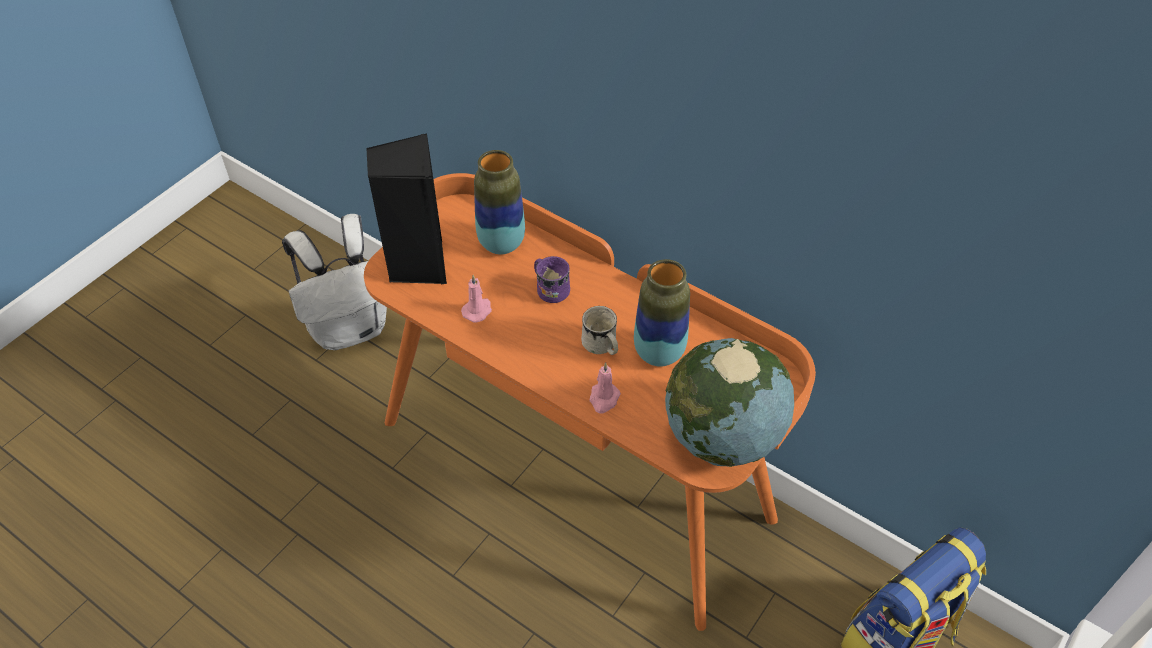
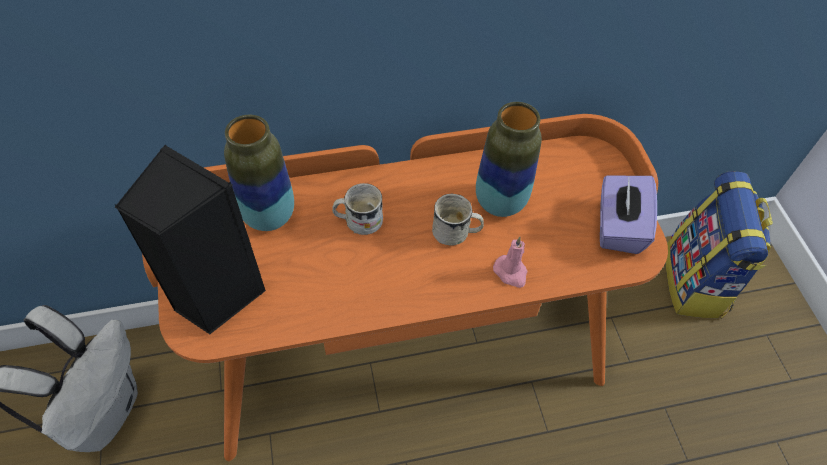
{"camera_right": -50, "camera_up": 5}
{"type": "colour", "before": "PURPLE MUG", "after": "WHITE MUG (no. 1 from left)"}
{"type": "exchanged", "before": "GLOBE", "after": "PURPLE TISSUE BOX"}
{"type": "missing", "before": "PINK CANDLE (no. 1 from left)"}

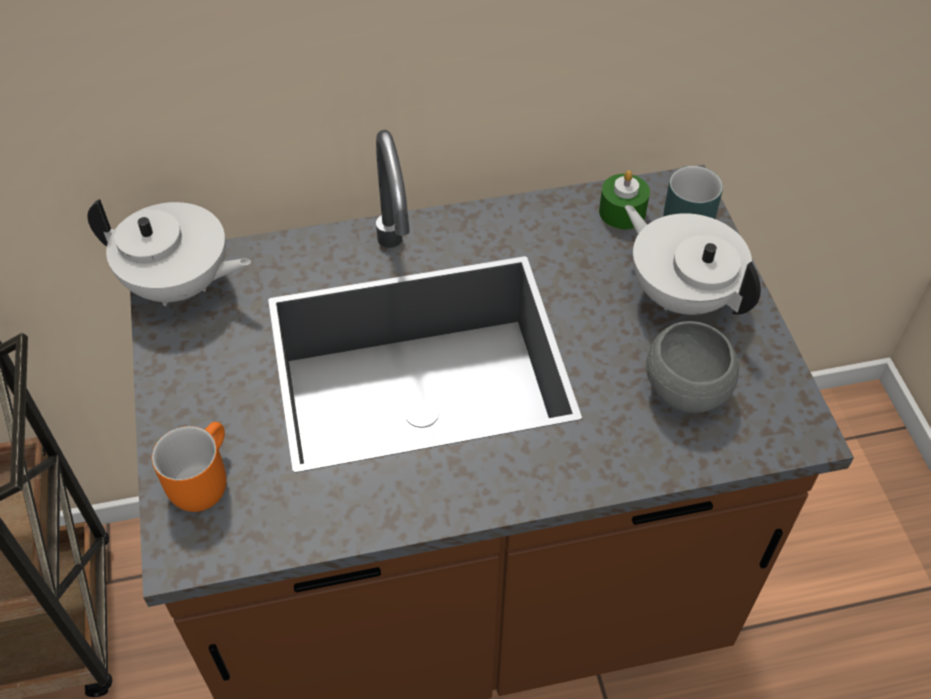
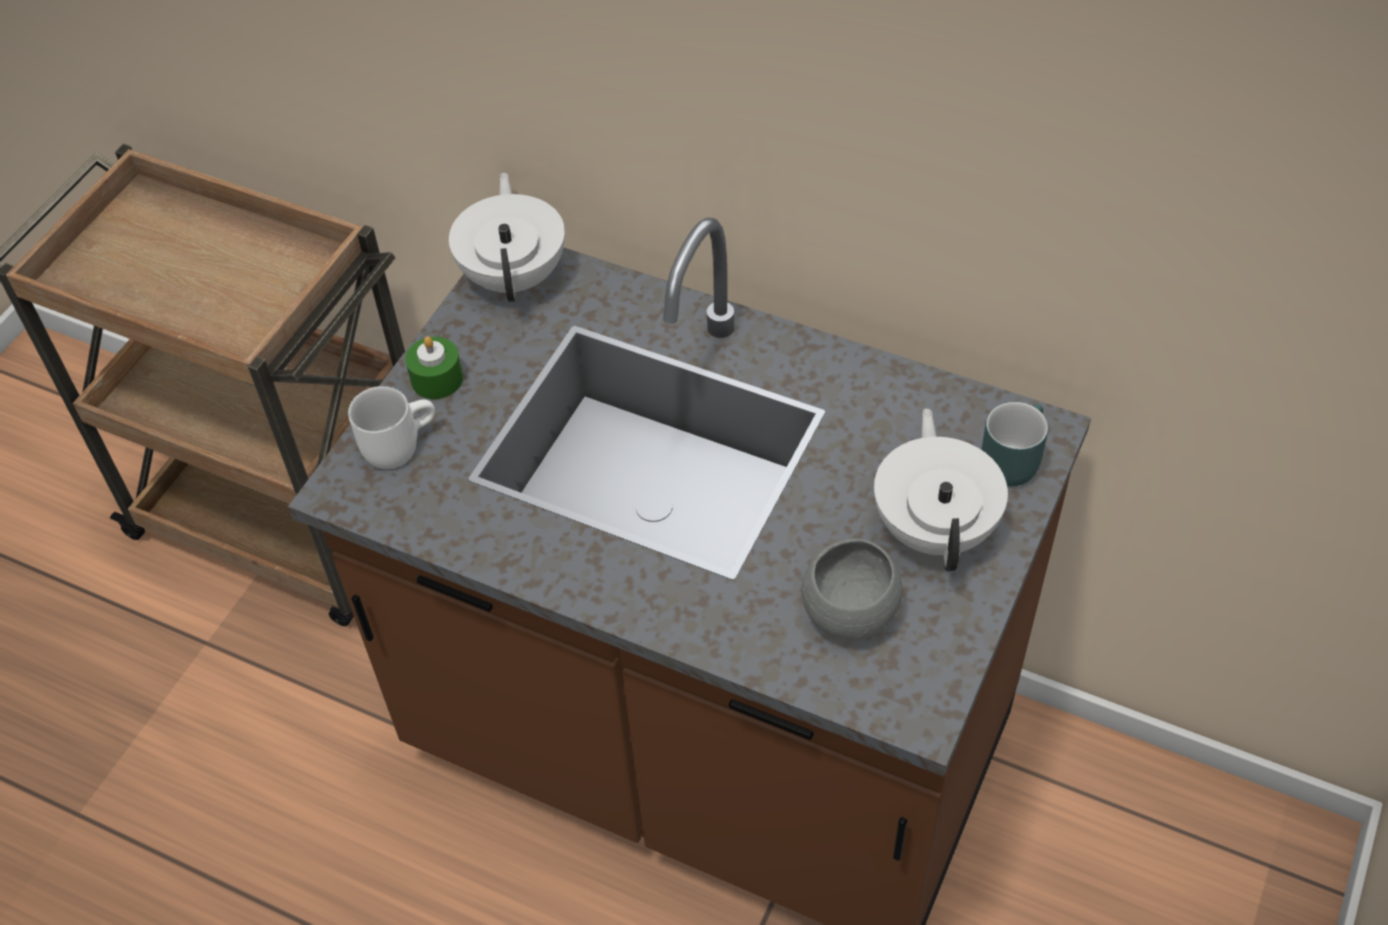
{"camera_right": 40, "camera_up": 0}
{"type": "colour", "before": "ORANGE MUG", "after": "WHITE MUG"}
{"type": "relocated", "before": "GREEN CANDLE"}
{"type": "spun", "before": "WHITE TEAPOT (no. 1 from left)", "turn": -150}

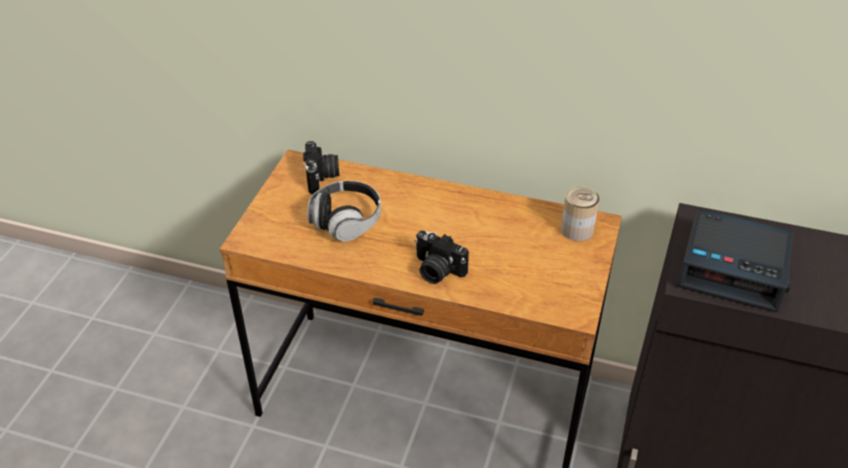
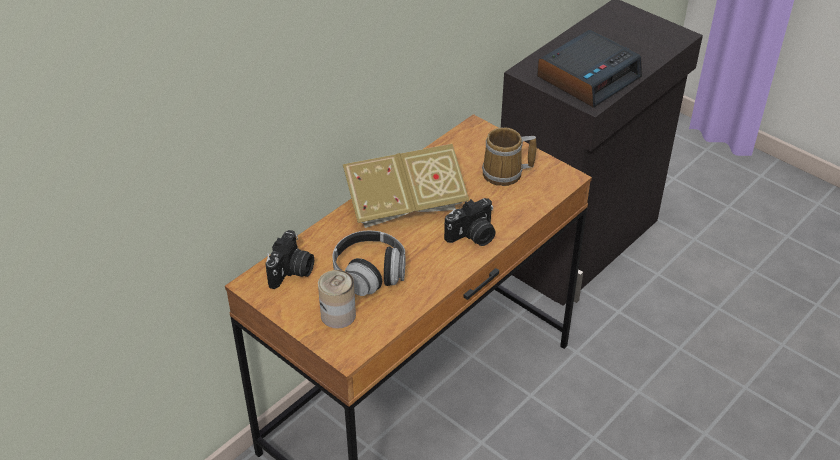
{"camera_right": -65, "camera_up": 0}
{"type": "spun", "before": "PHOTO CAMERA (no. 1 from left)", "turn": 90}
{"type": "relocated", "before": "CAN"}
{"type": "appeared", "after": "BOOK"}
{"type": "appeared", "after": "MUG"}

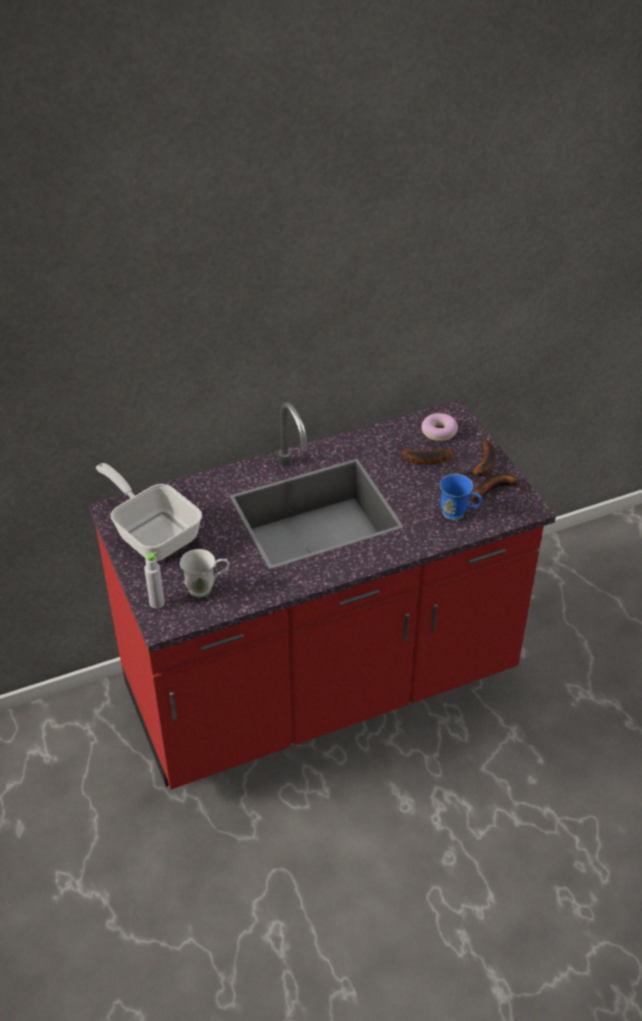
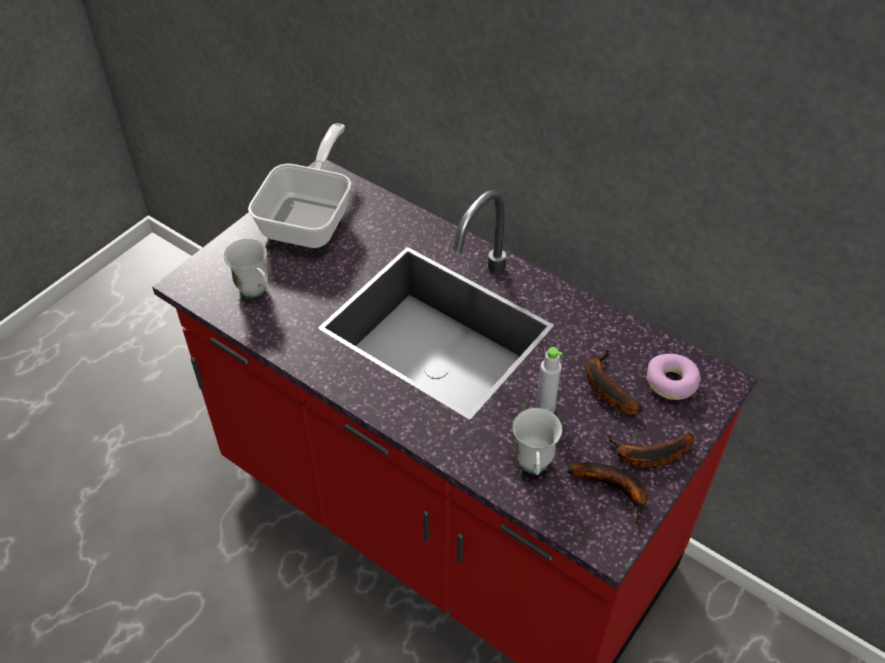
{"camera_right": 60, "camera_up": 5}
{"type": "colour", "before": "BLUE MUG", "after": "WHITE MUG (no. 2 from left)"}
{"type": "relocated", "before": "GREY BOTTLE"}

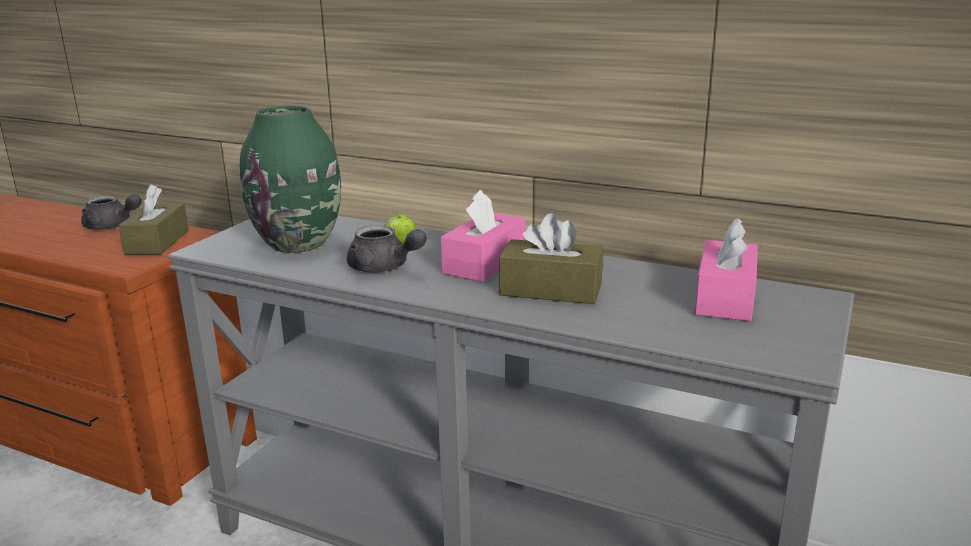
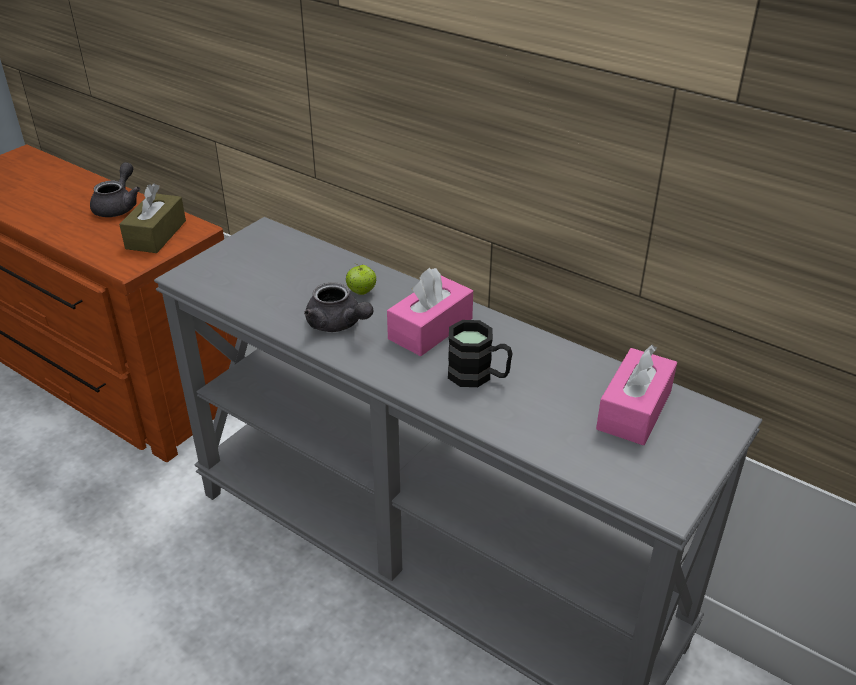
{"camera_right": 10, "camera_up": 15}
{"type": "spun", "before": "GREY TEAPOT (no. 1 from left)", "turn": -105}
{"type": "exchanged", "before": "BROWN TISSUE BOX (no. 2 from left)", "after": "BLACK MUG"}
{"type": "missing", "before": "GREEN VASE"}

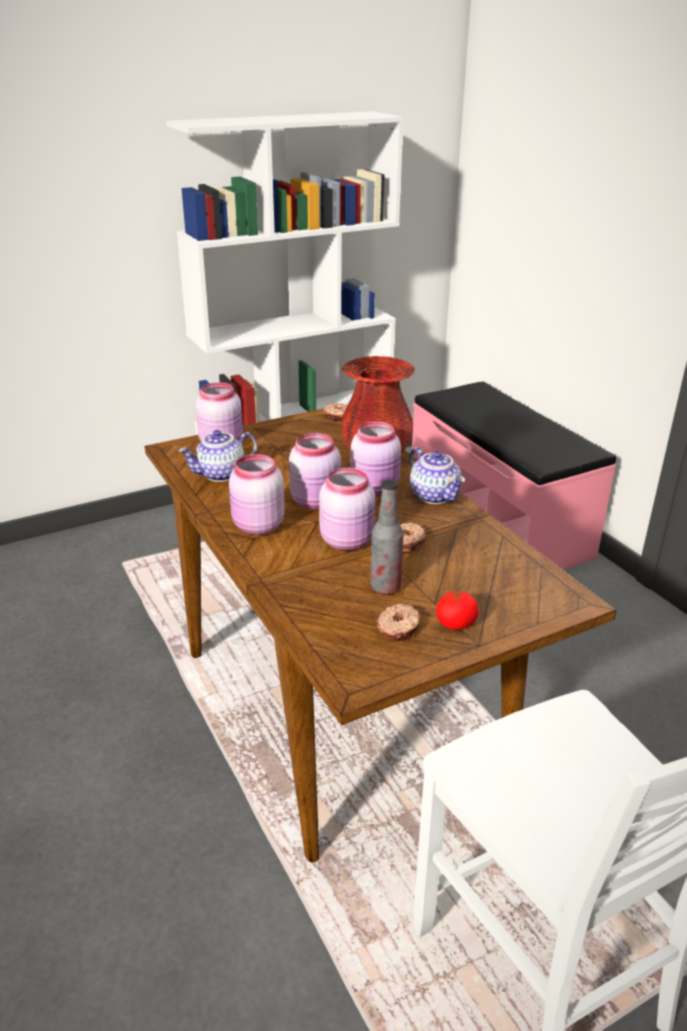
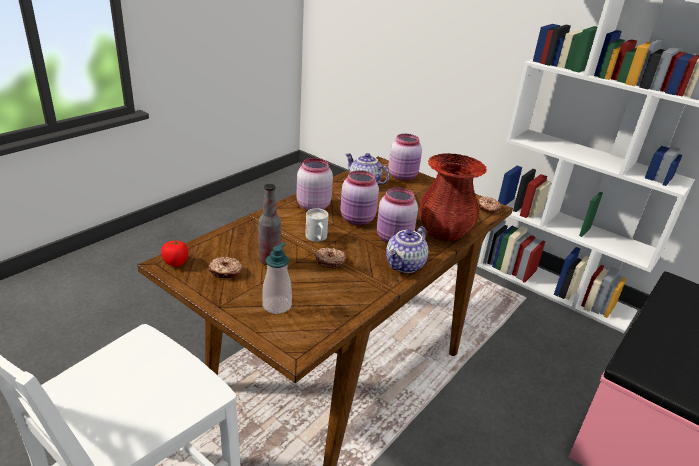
{"camera_right": 65, "camera_up": 0}
{"type": "relocated", "before": "TOMATO"}
{"type": "appeared", "after": "SOAP DISPENSER"}
{"type": "exchanged", "before": "PINK JAR (no. 4 from left)", "after": "WHITE MUG"}

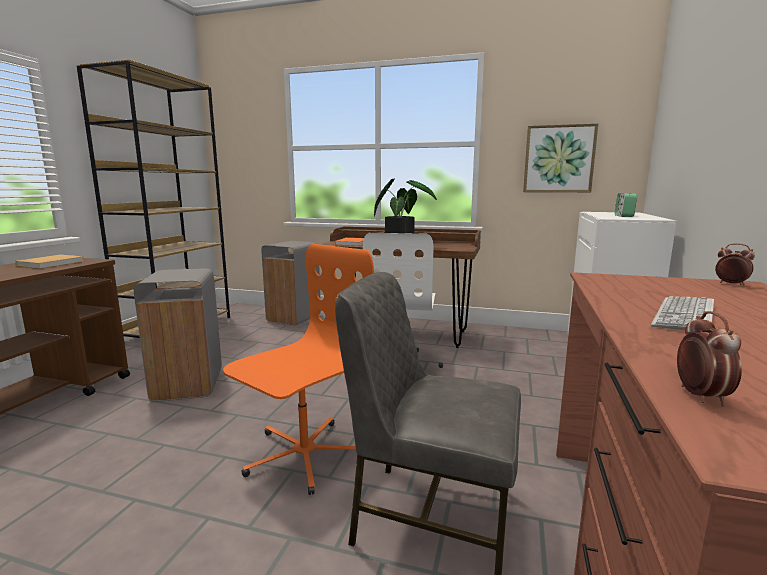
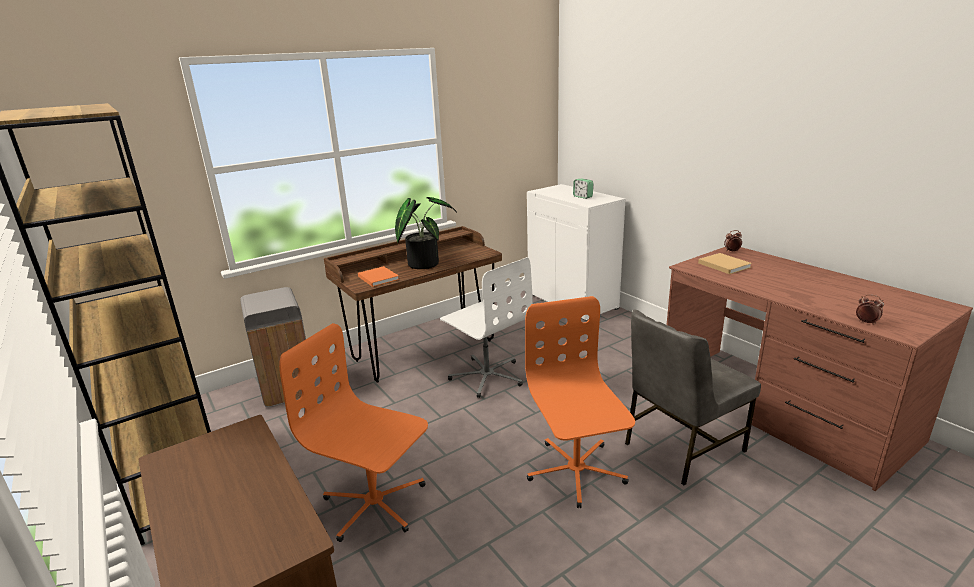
{"camera_right": -50, "camera_up": 10}
{"type": "exchanged", "before": "GREY TRASH CAN (no. 1 from left)", "after": "ORANGE OFFICE CHAIR (no. 1 from left)"}
{"type": "relocated", "before": "BEIGE BOOK"}
{"type": "missing", "before": "PICTURE"}
{"type": "missing", "before": "KEYBOARD"}

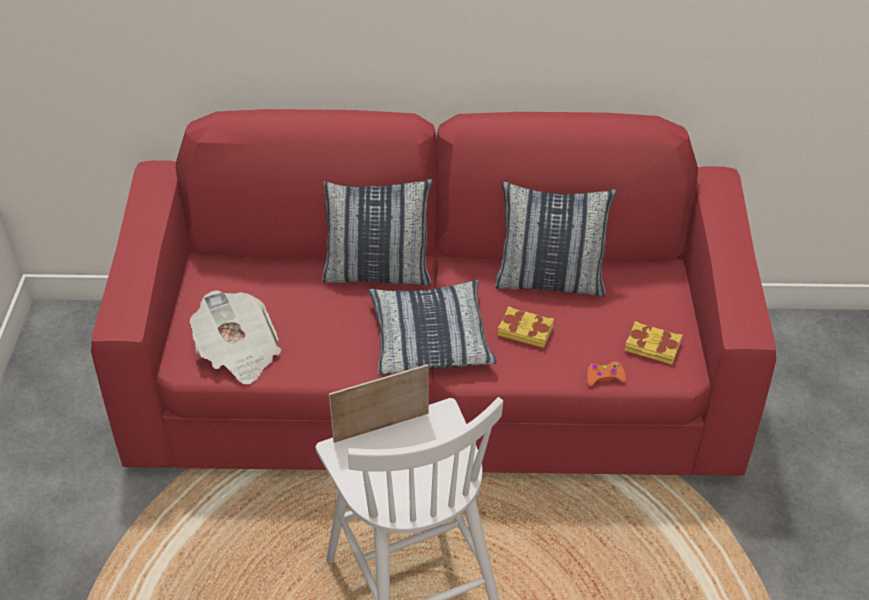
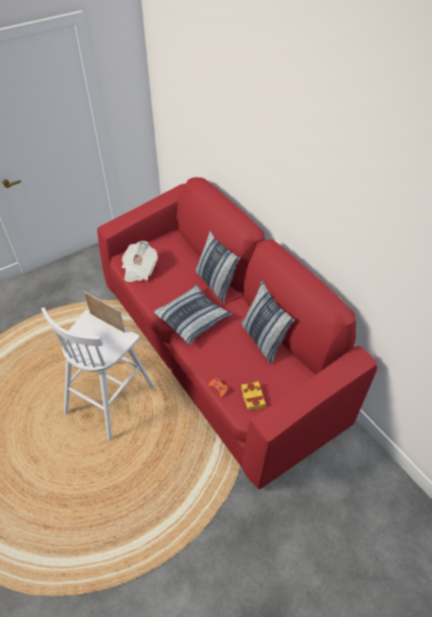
{"camera_right": 55, "camera_up": 5}
{"type": "missing", "before": "YELLOW BOOK (no. 1 from left)"}

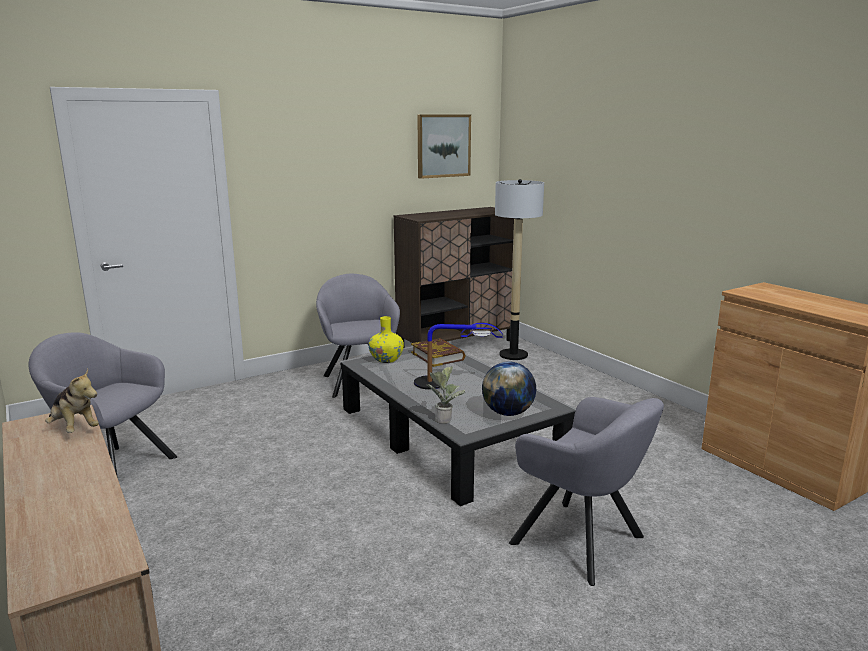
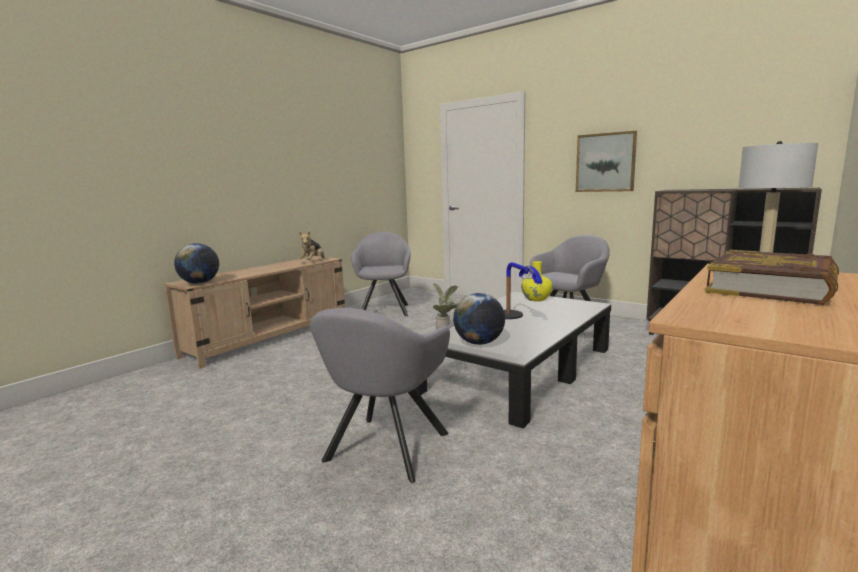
{"camera_right": 70, "camera_up": -5}
{"type": "appeared", "after": "GLOBE (no. 1 from left)"}
{"type": "relocated", "before": "PICTURE"}
{"type": "relocated", "before": "BOOK"}

